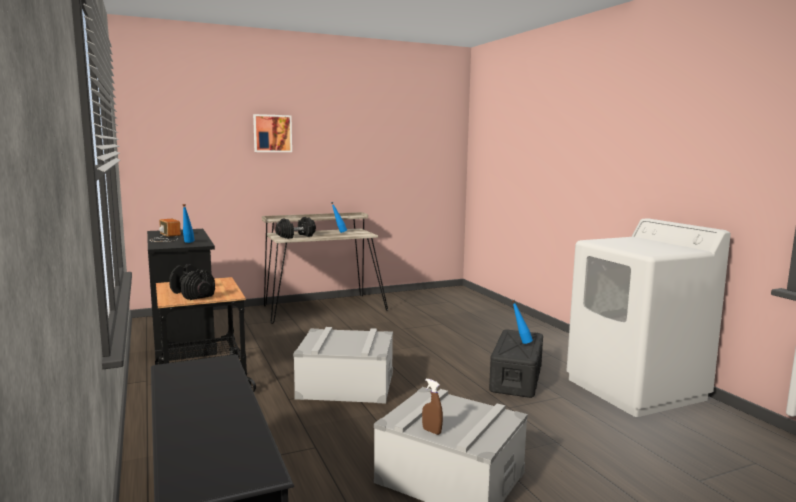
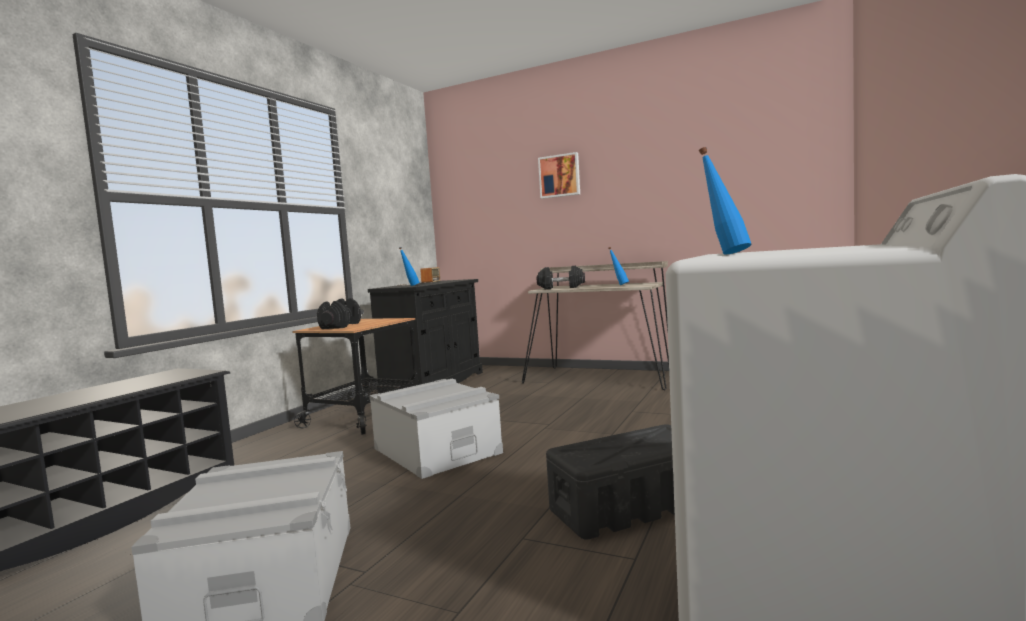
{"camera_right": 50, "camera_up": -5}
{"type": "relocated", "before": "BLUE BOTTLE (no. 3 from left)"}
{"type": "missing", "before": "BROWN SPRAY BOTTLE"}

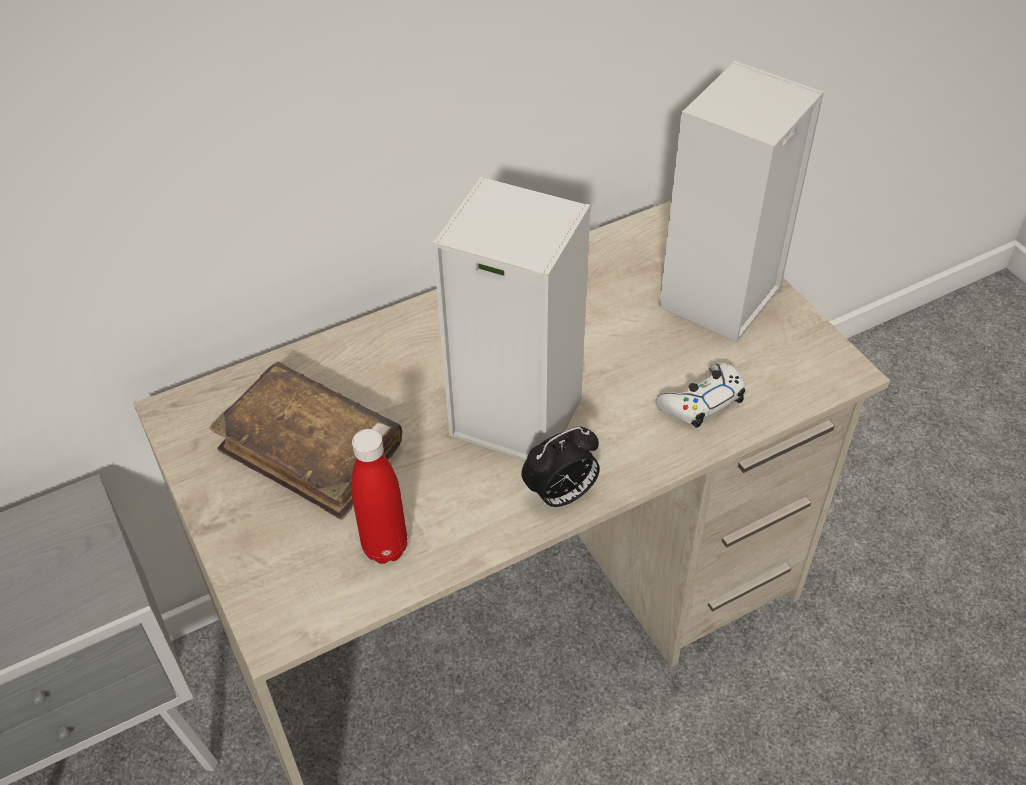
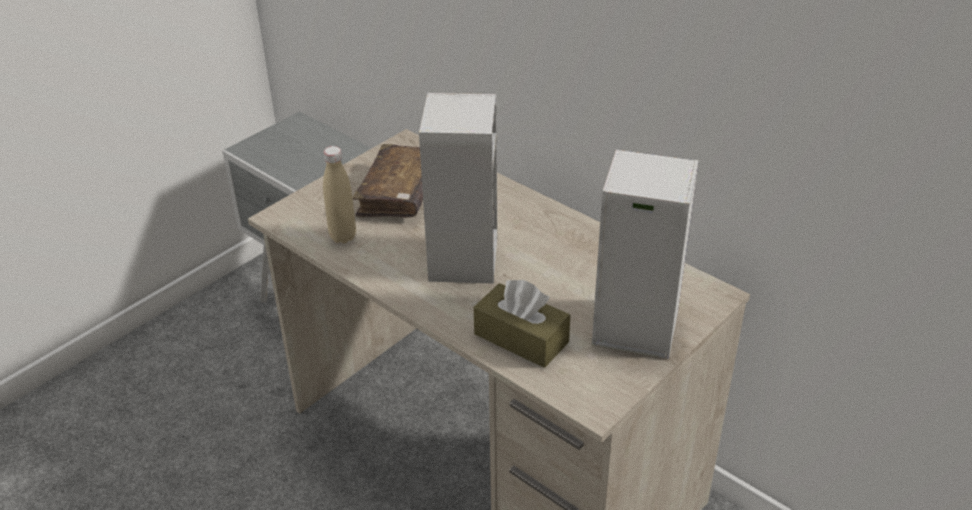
{"camera_right": 70, "camera_up": -10}
{"type": "colour", "before": "RED BOTTLE", "after": "BEIGE BOTTLE"}
{"type": "exchanged", "before": "WHITE GAME CONTROLLER", "after": "BROWN TISSUE BOX"}
{"type": "missing", "before": "ALARM CLOCK"}

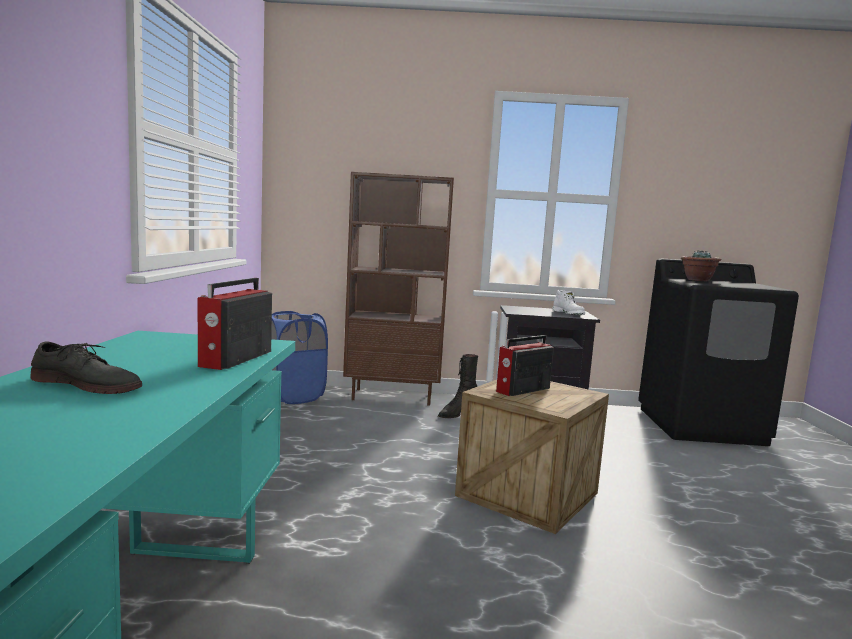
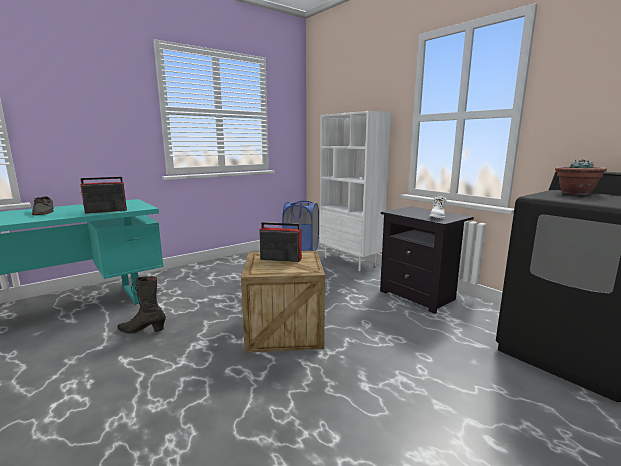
{"camera_right": 50, "camera_up": 5}
{"type": "relocated", "before": "BLACK BOOT"}
{"type": "colour", "before": "BROWN BOOKCASE", "after": "WHITE BOOKCASE"}

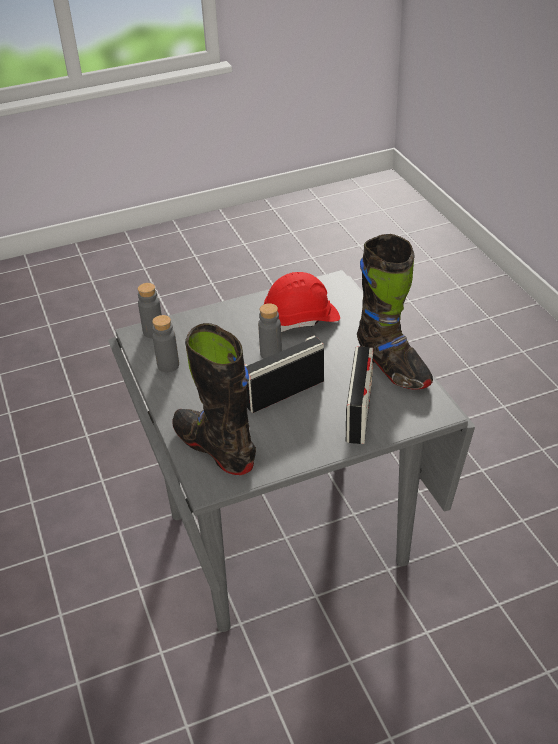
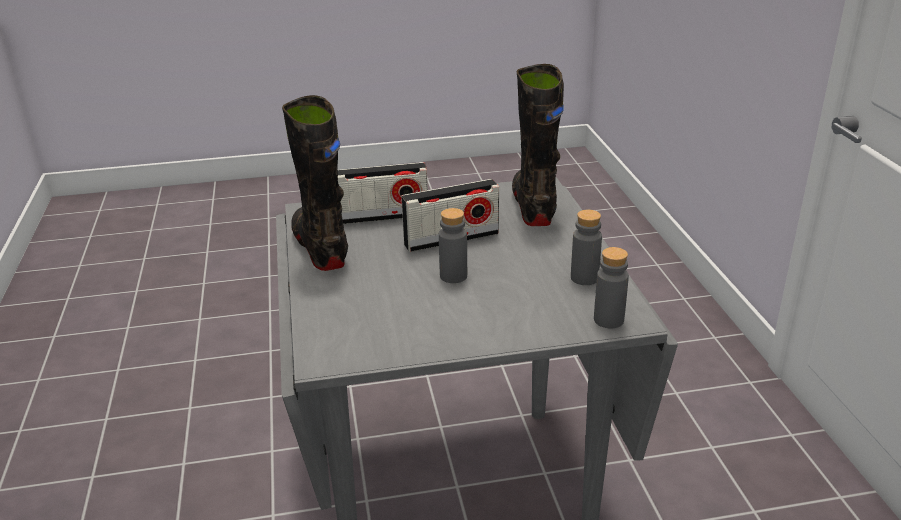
{"camera_right": -170, "camera_up": -10}
{"type": "spun", "before": "RADIO (no. 2 from left in the first image)", "turn": -120}
{"type": "spun", "before": "BLACK BOOT (no. 1 from left in the first image)", "turn": -150}
{"type": "missing", "before": "RED HARD HAT"}

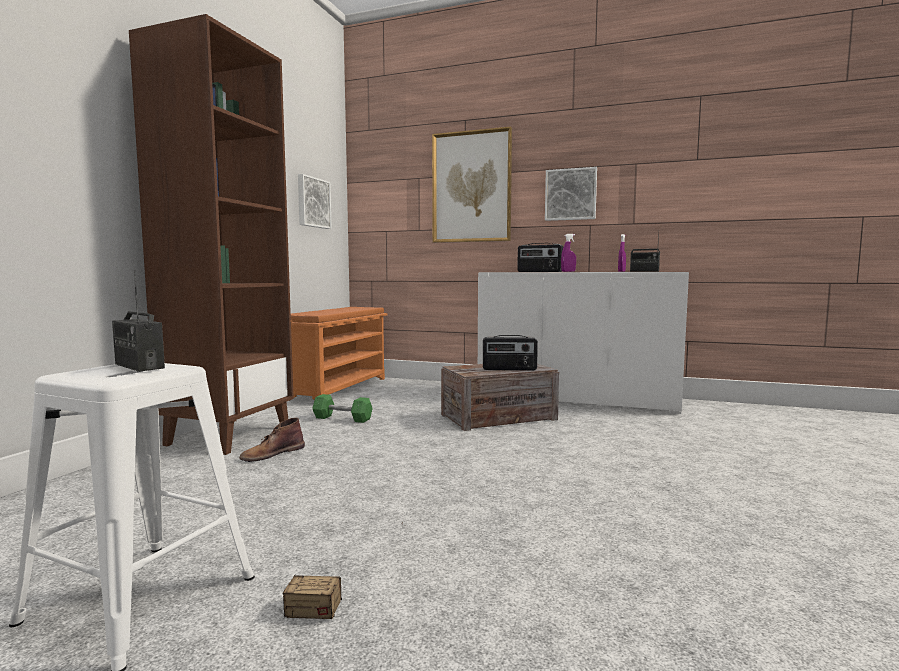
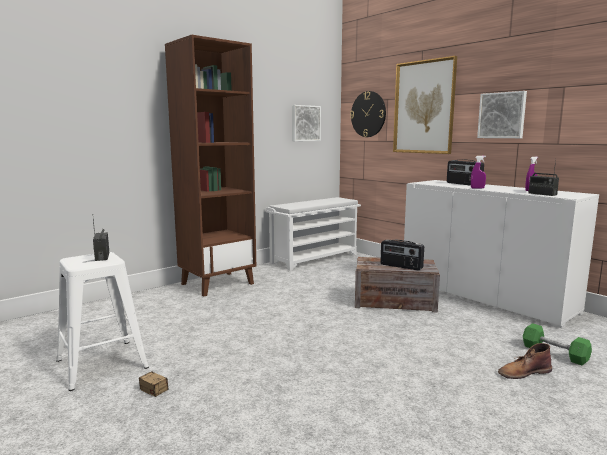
{"camera_right": 30, "camera_up": 5}
{"type": "colour", "before": "ORANGE SHOE RACK", "after": "WHITE SHOE RACK"}
{"type": "appeared", "after": "WALL CLOCK"}
{"type": "relocated", "before": "BROWN BOOT"}
{"type": "relocated", "before": "GREEN DUMBBELL"}

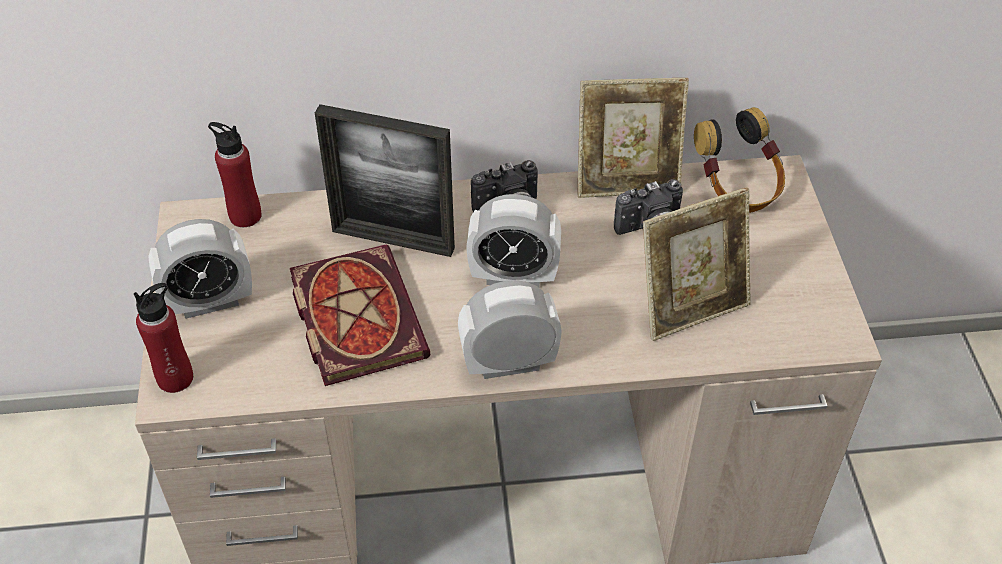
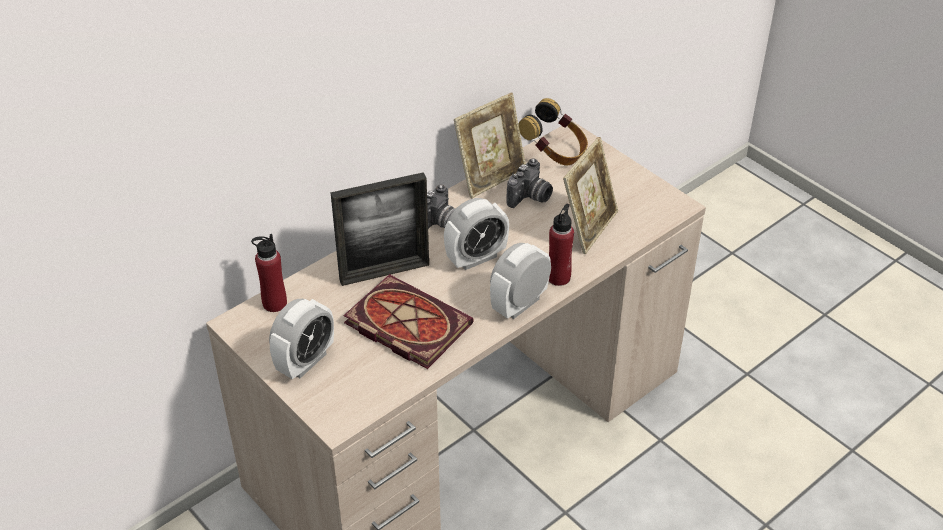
{"camera_right": -35, "camera_up": -5}
{"type": "relocated", "before": "RED BOTTLE (no. 1 from left in the first image)", "after": "RED BOTTLE (no. 2 from left)"}

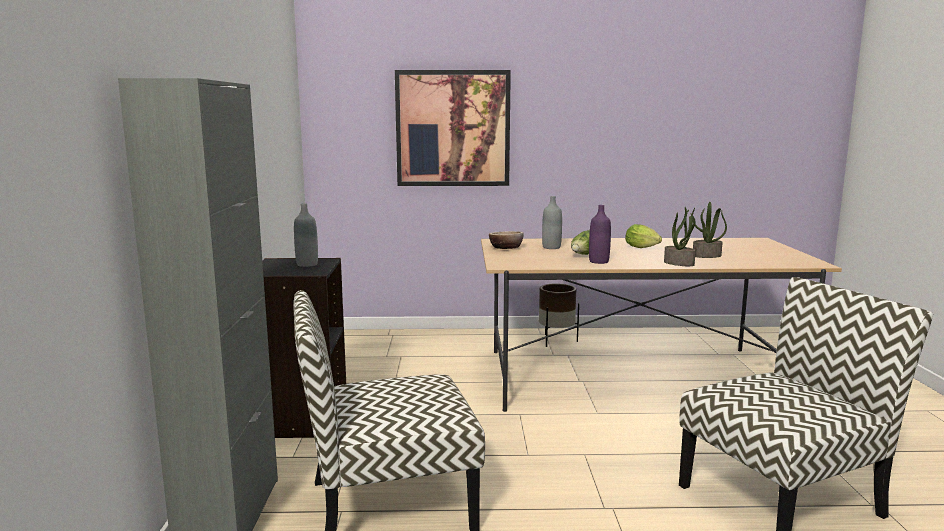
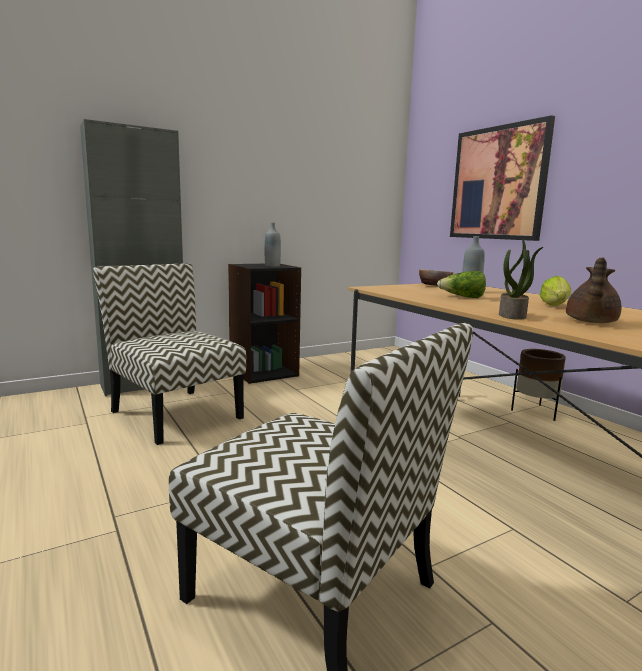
{"camera_right": 60, "camera_up": 0}
{"type": "exchanged", "before": "POTTED PLANT (no. 2 from left)", "after": "BROWN TEAPOT"}
{"type": "missing", "before": "PURPLE BOTTLE"}

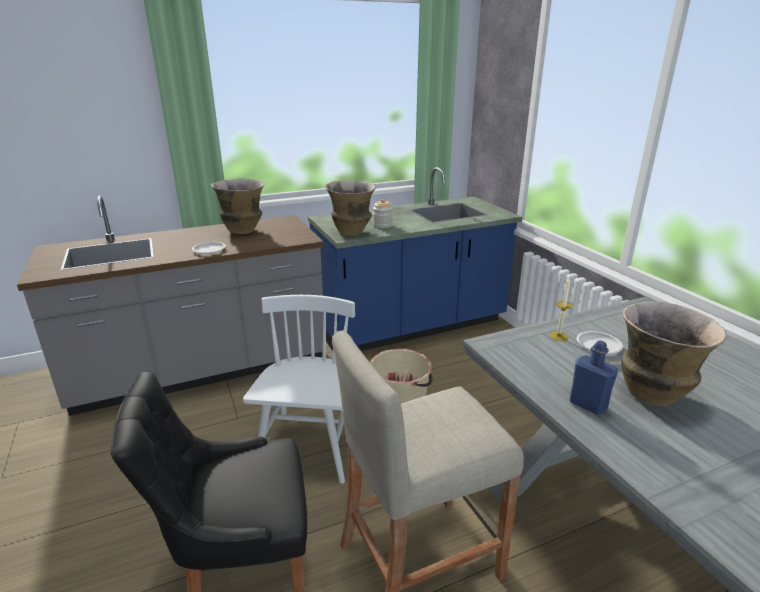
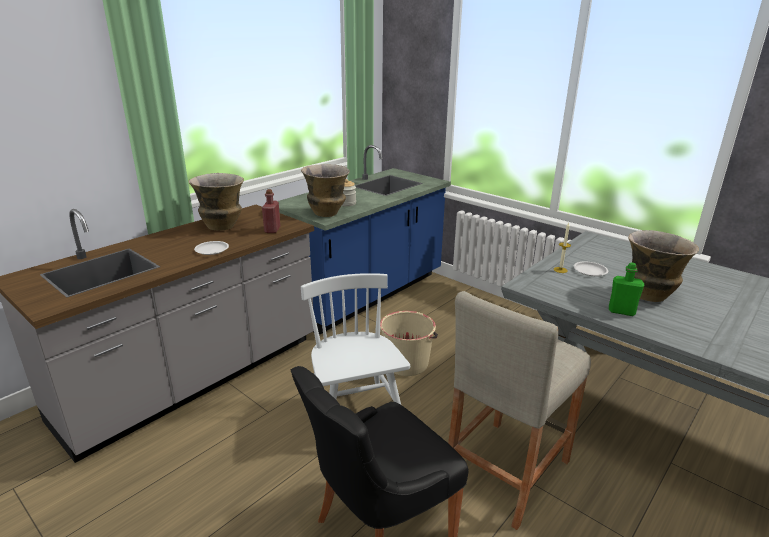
{"camera_right": -25, "camera_up": 0}
{"type": "appeared", "after": "RED BOTTLE"}
{"type": "colour", "before": "BLUE BOTTLE", "after": "GREEN BOTTLE"}

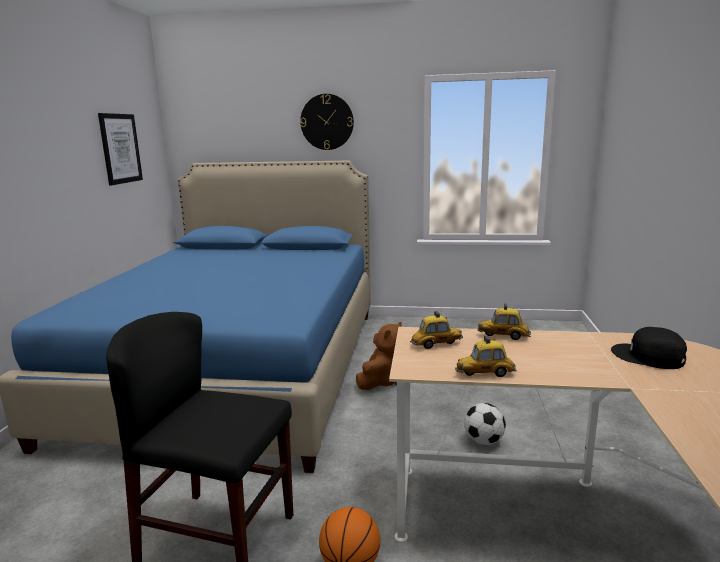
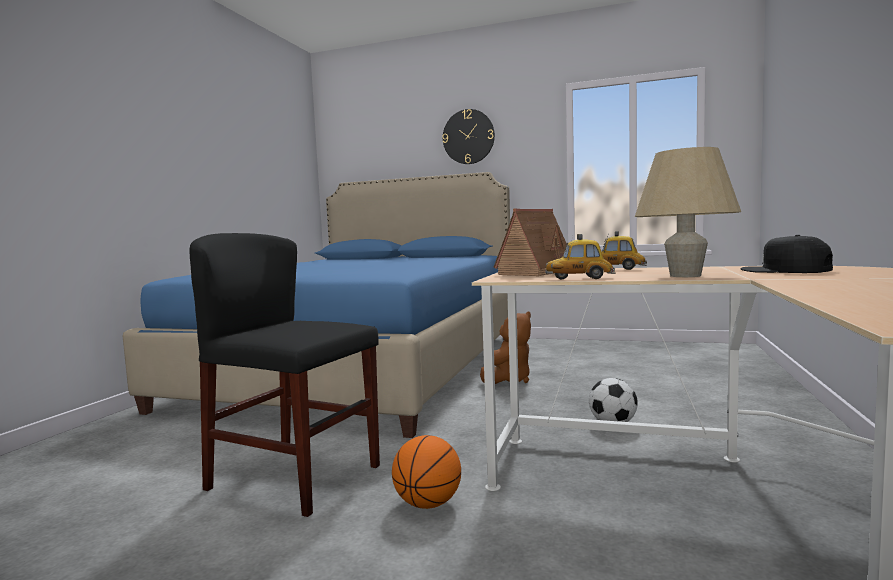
{"camera_right": 10, "camera_up": -10}
{"type": "exchanged", "before": "TOY CAR (no. 1 from left)", "after": "TOY HOUSE"}
{"type": "appeared", "after": "BEIGE TABLE LAMP"}
{"type": "missing", "before": "PICTURE"}

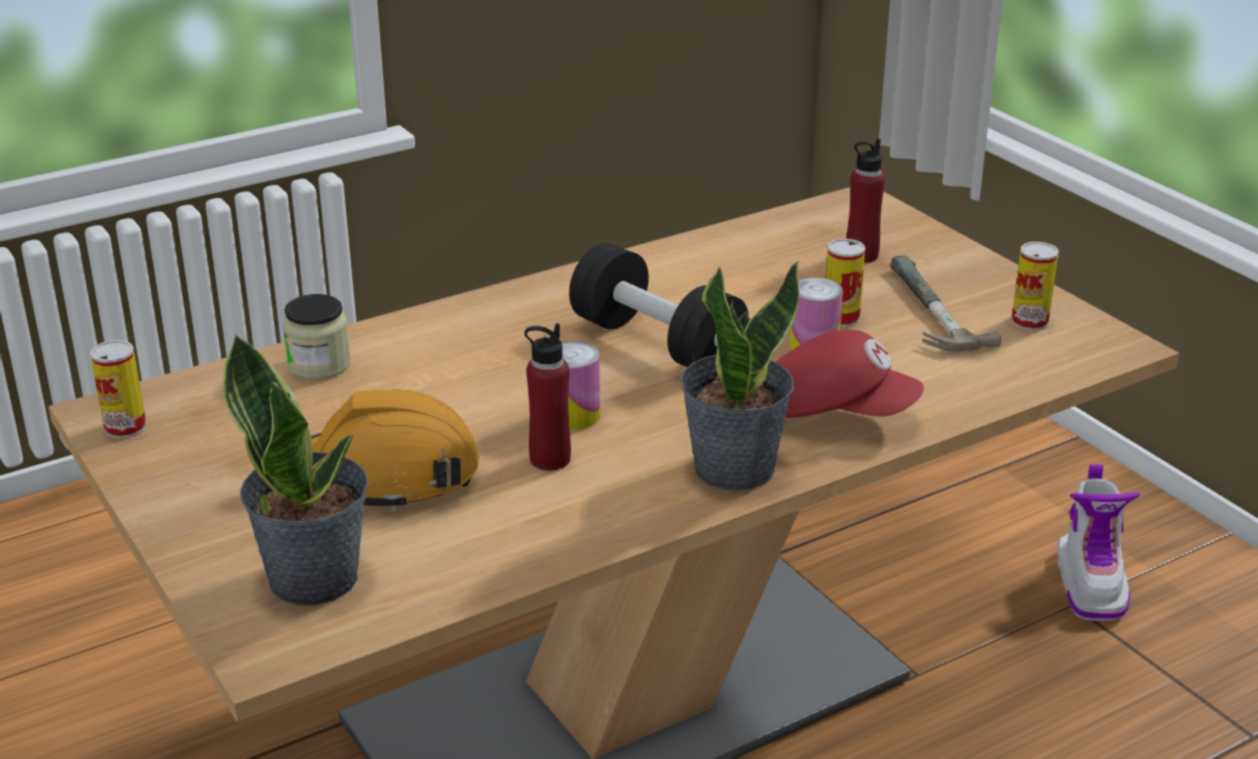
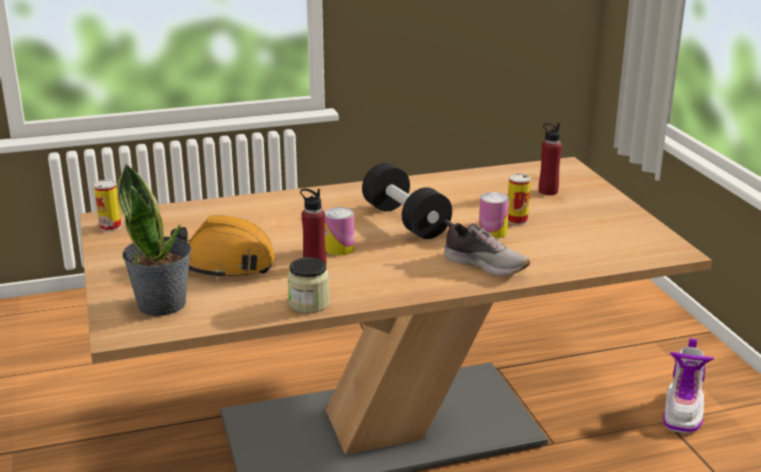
{"camera_right": 15, "camera_up": -5}
{"type": "relocated", "before": "JAR"}
{"type": "exchanged", "before": "RED CAP", "after": "SHOE"}
{"type": "missing", "before": "POTTED PLANT (no. 2 from left)"}
{"type": "missing", "before": "HAMMER"}
{"type": "missing", "before": "CAN (no. 5 from left)"}

